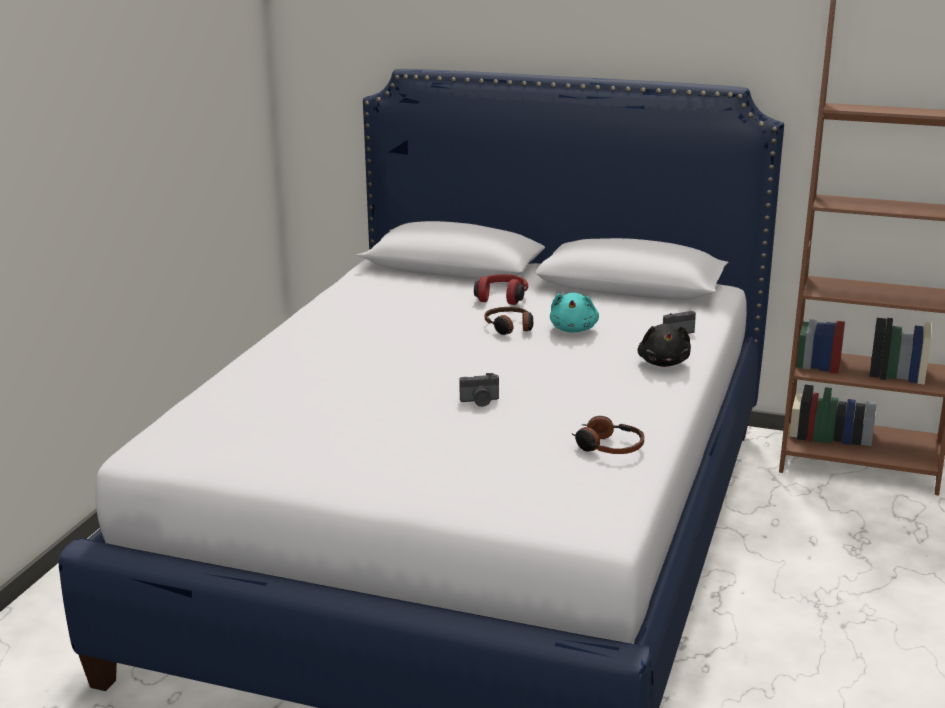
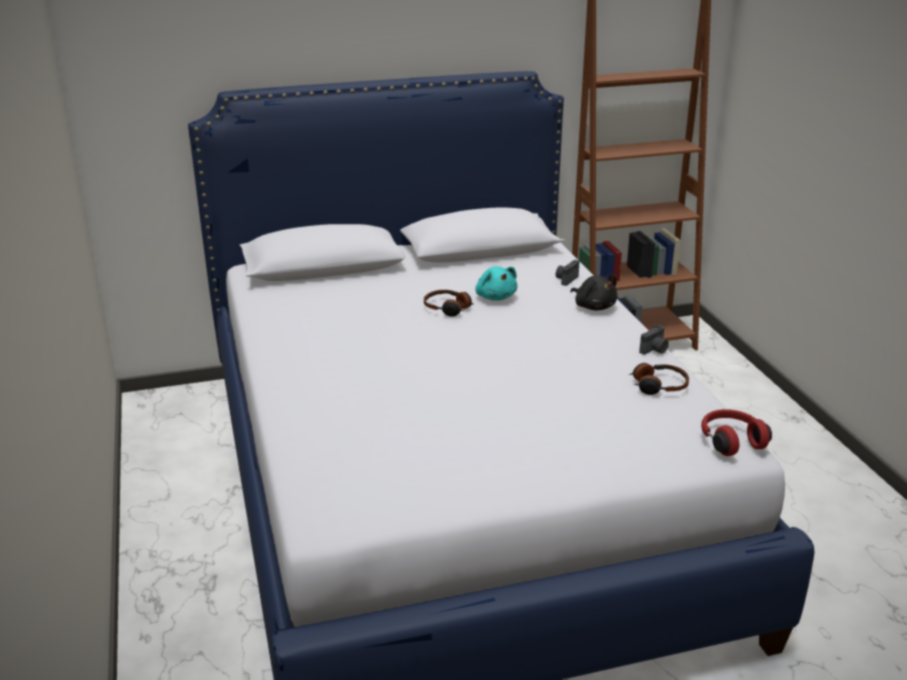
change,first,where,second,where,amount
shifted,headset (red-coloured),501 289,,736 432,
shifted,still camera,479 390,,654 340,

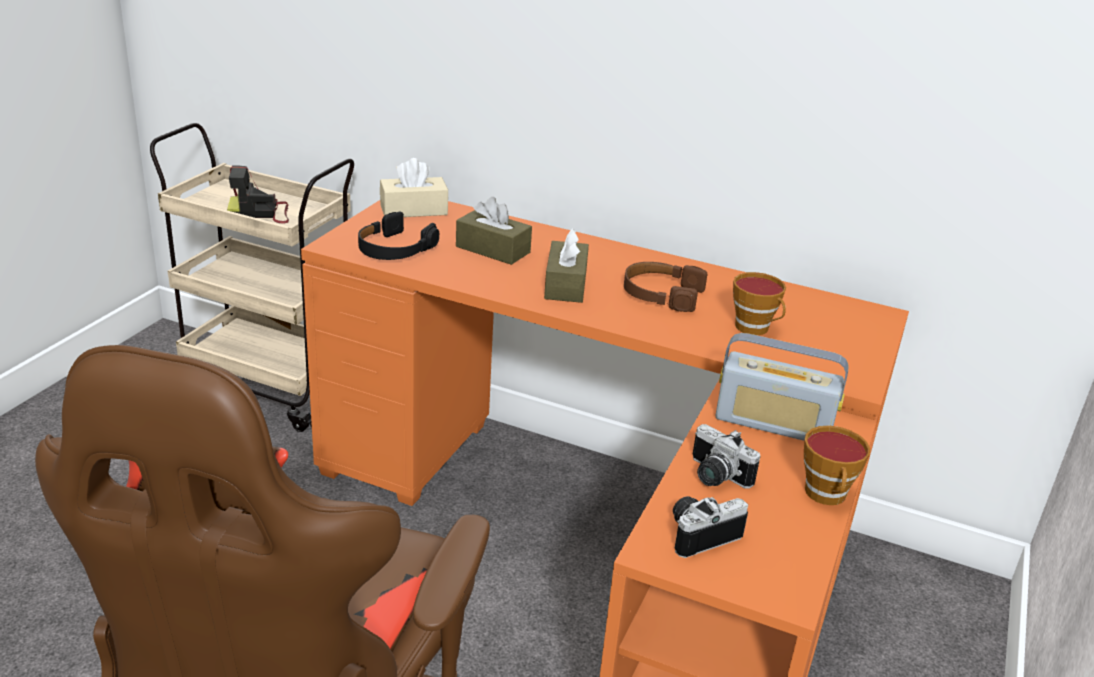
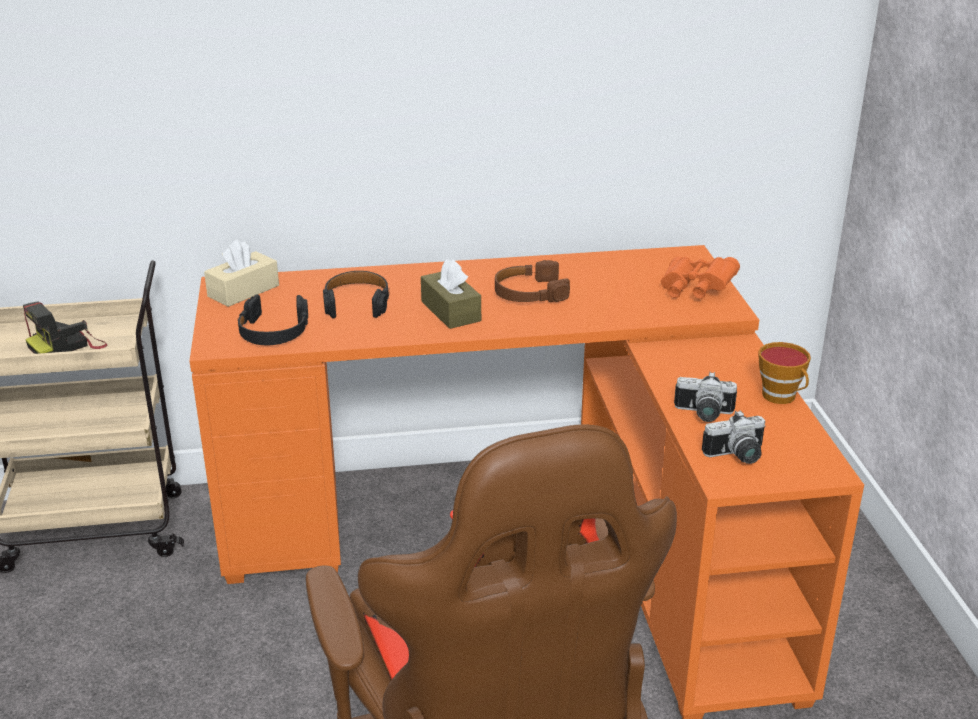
change,first,where,second,where,amount
swapped,tissue holder (brown-coloured),494 231,headset (blackish),356 294,
gone,small cup,759 303,,,
gone,radio,782 387,,,
rotated,still camera,710 527,,733 437,135 degrees counterclockwise
new,,,pair of binoculars (orange-coloured),700 278,

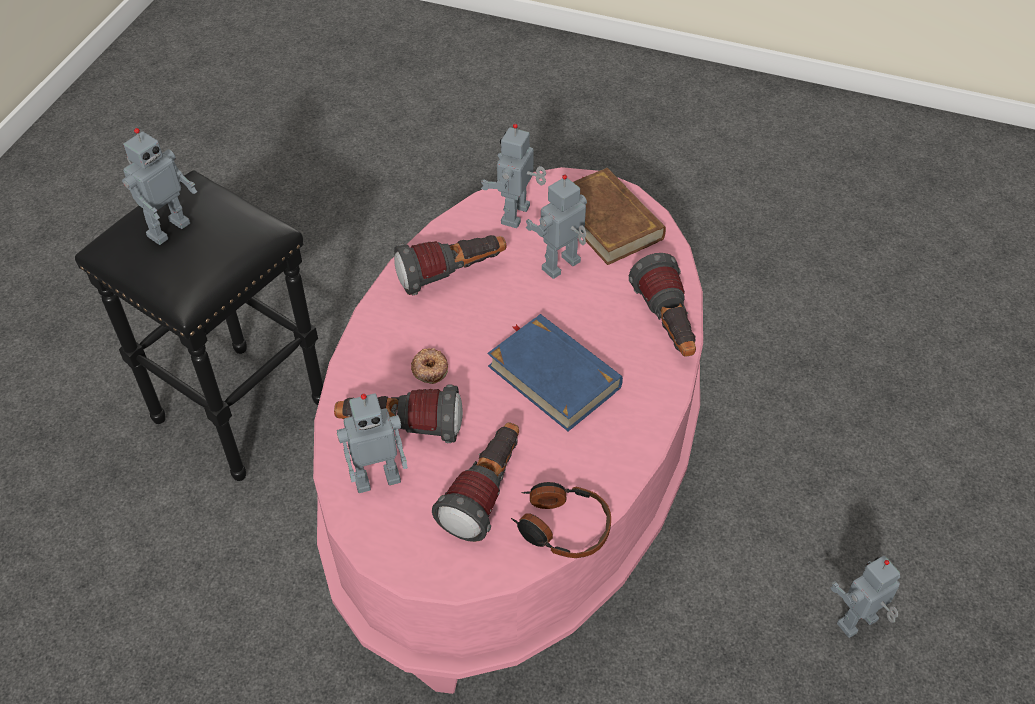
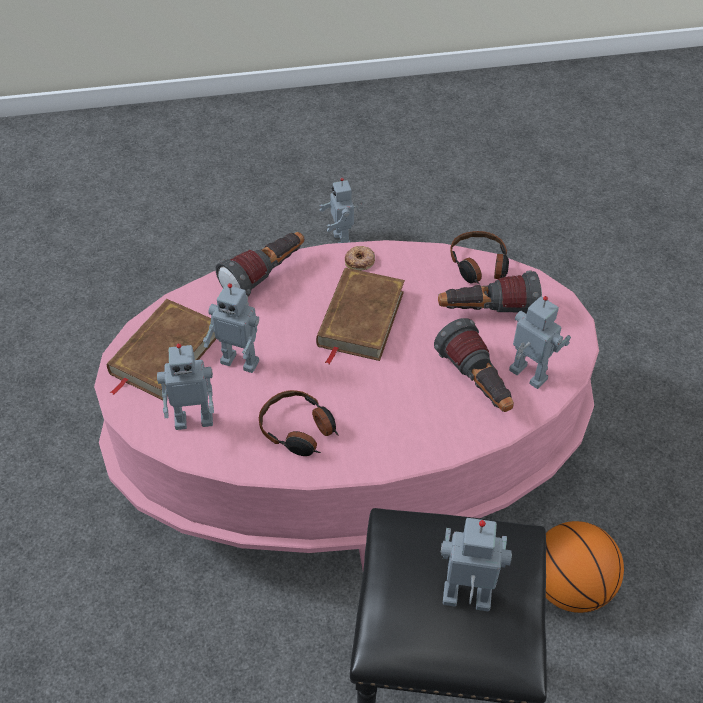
change,first,where,second,where,amount
swapped,hand torch,450 265,headset,298 423,
repainted,book (blue),555 372,book (brown-coloured),360 316,
shifted,doughnut,429 366,,360 258,
rotated,toy robot,865 597,,341 210,45 degrees clockwise
new,,,basketball,585 567,

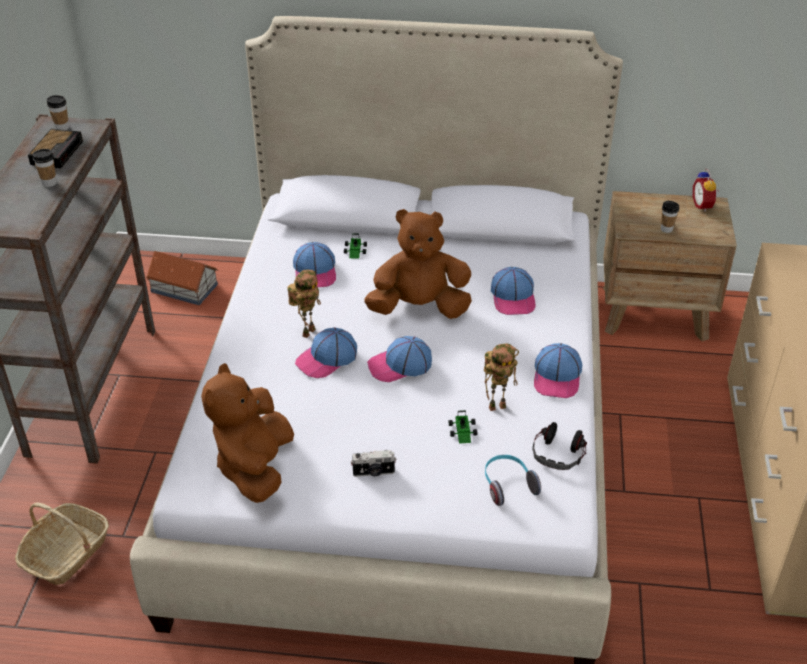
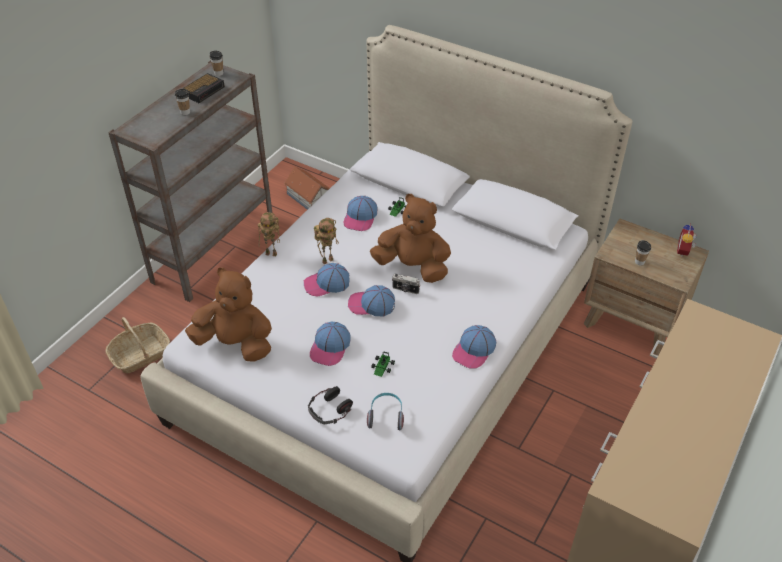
change,first,where,second,where,amount
shifted,peaked cap,513 291,,330 344,
shifted,toy robot,501 377,,269 234,
rotated,plush toy (brown-coloured),247 433,,228 314,75 degrees clockwise
shifted,headset,559 446,,330 405,
shifted,still camera,373 463,,406 284,

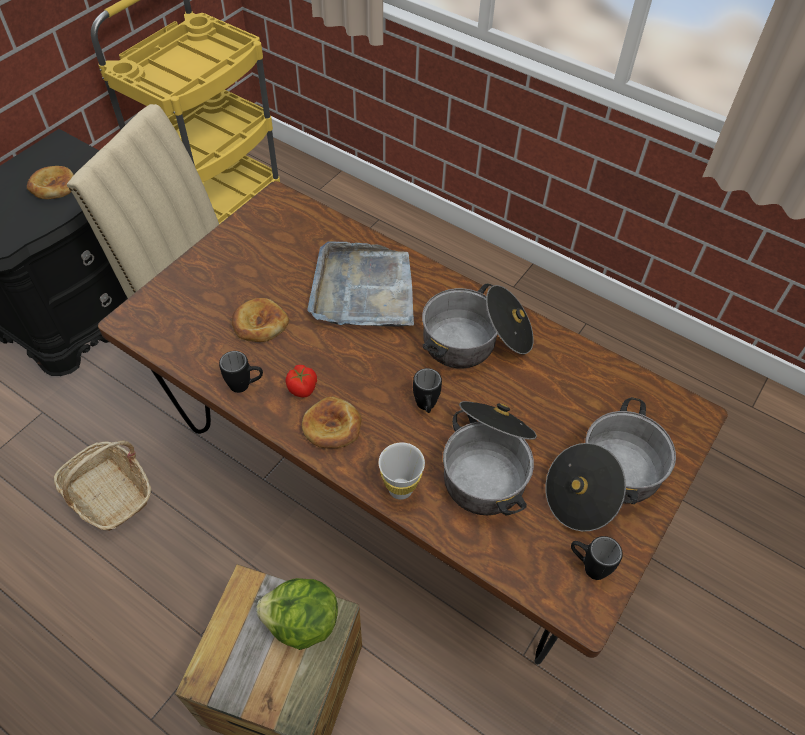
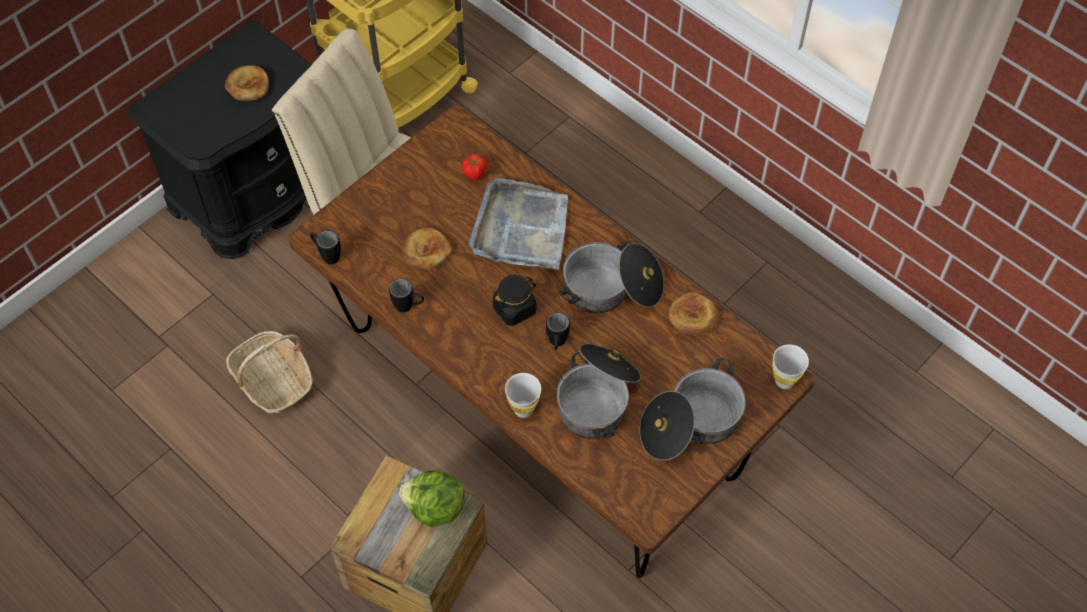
change,first,where,second,where,amount
shifted,whole tomato,301 381,,474 167,
shifted,bread,332 422,,693 313,
shifted,mug (blackish),597 558,,325 247,
new,,,storage jar (blackish),515 300,
new,,,small cup (whitish),790 366,

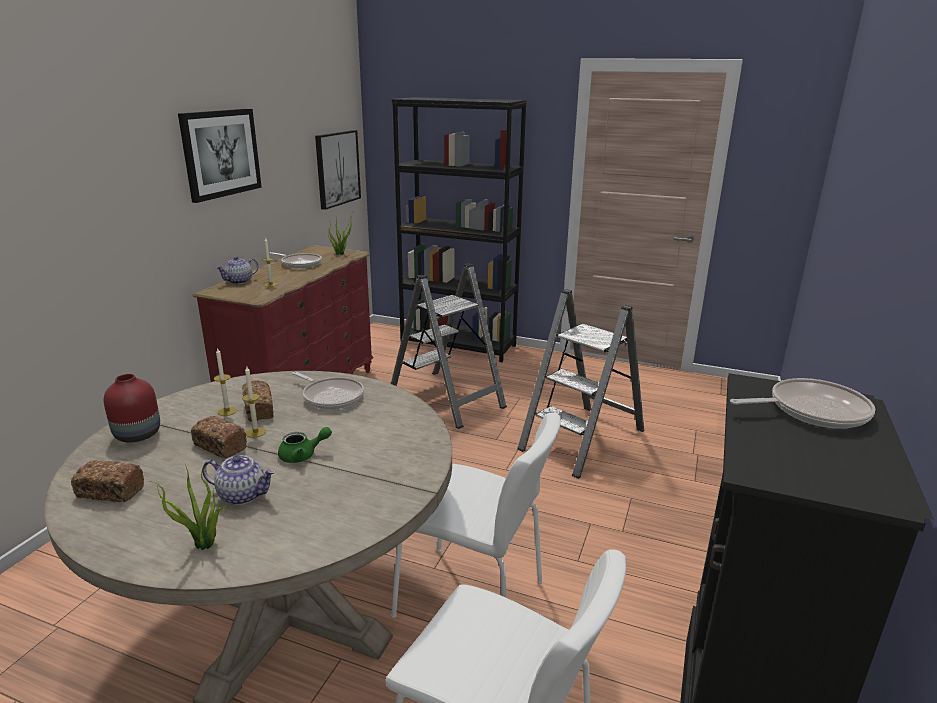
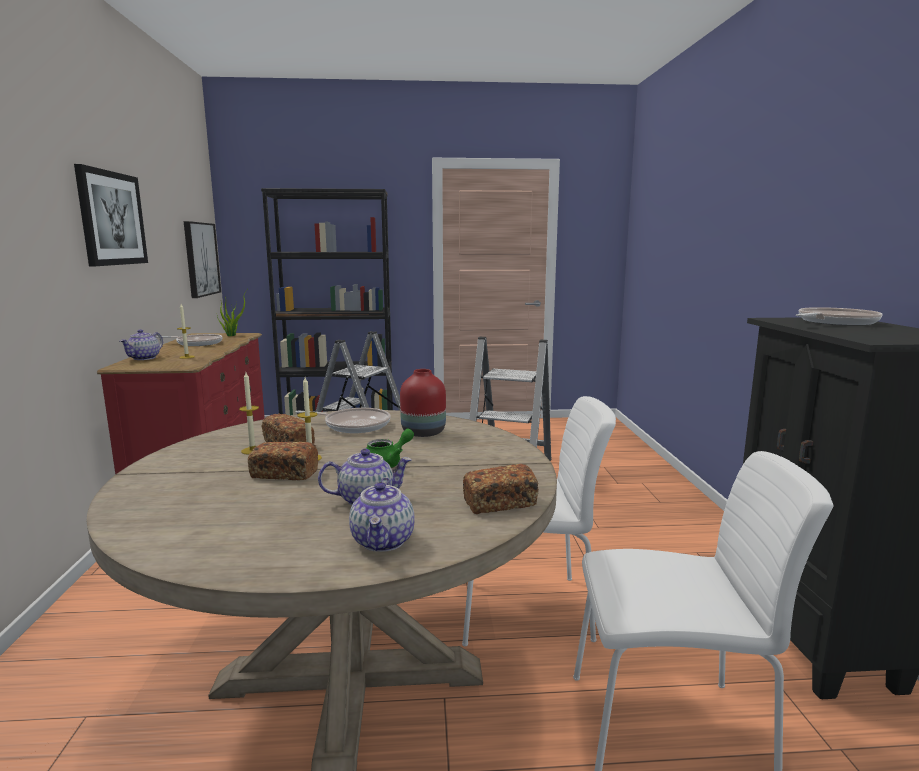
change,first,where,second,where,amount
shifted,decorative vase (red-coloured),132 408,,423 403,
shifted,bread,107 481,,501 489,
swapped,houseplant,188 506,pot for tea,382 515,

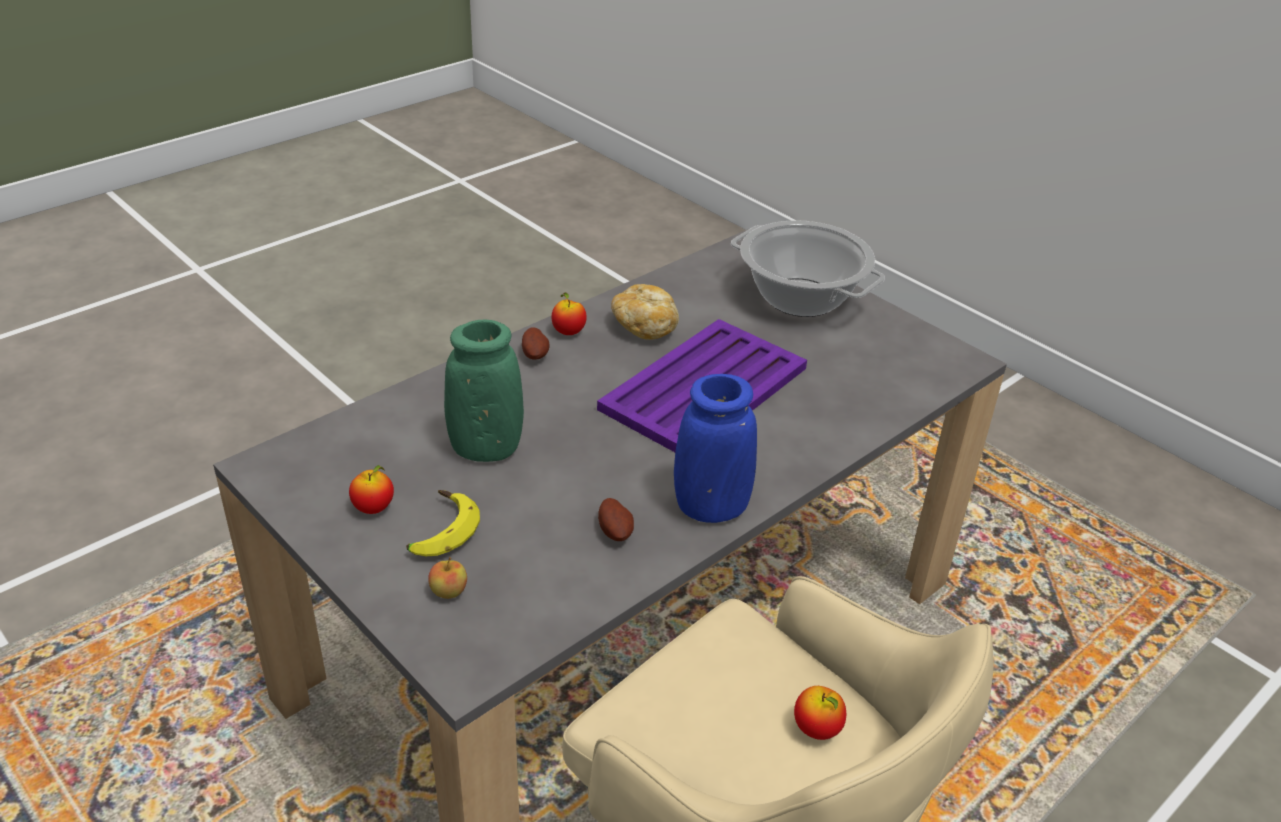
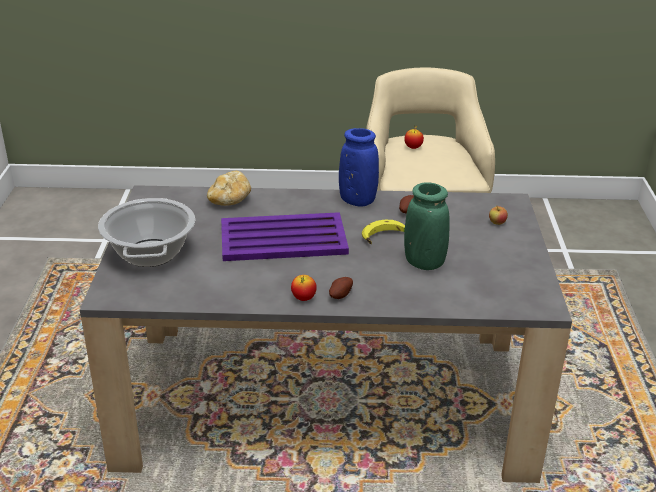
change,first,where,second,where,amount
shifted,bread,645 312,,229 188,
gone,apple fruit,371 489,,,
shifted,whole banana,443 523,,383 232,

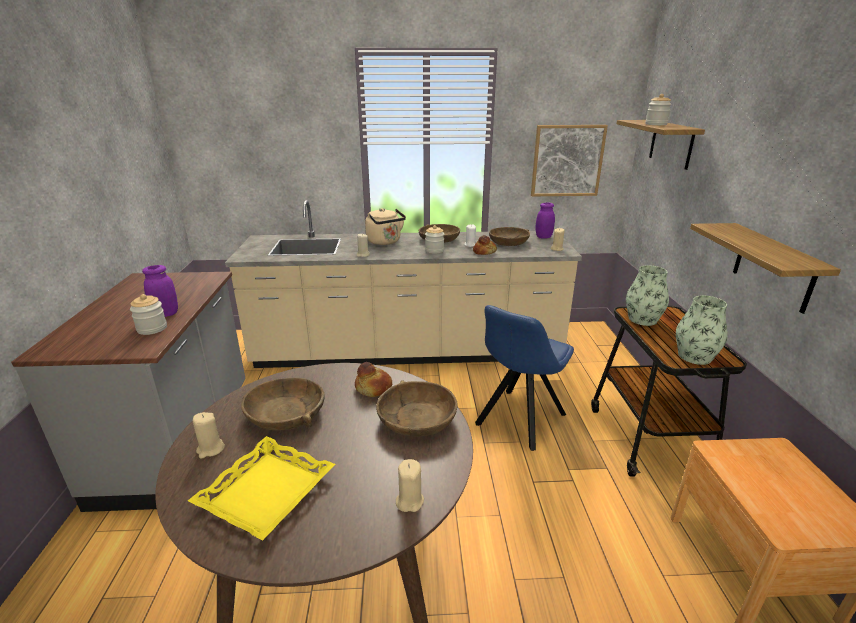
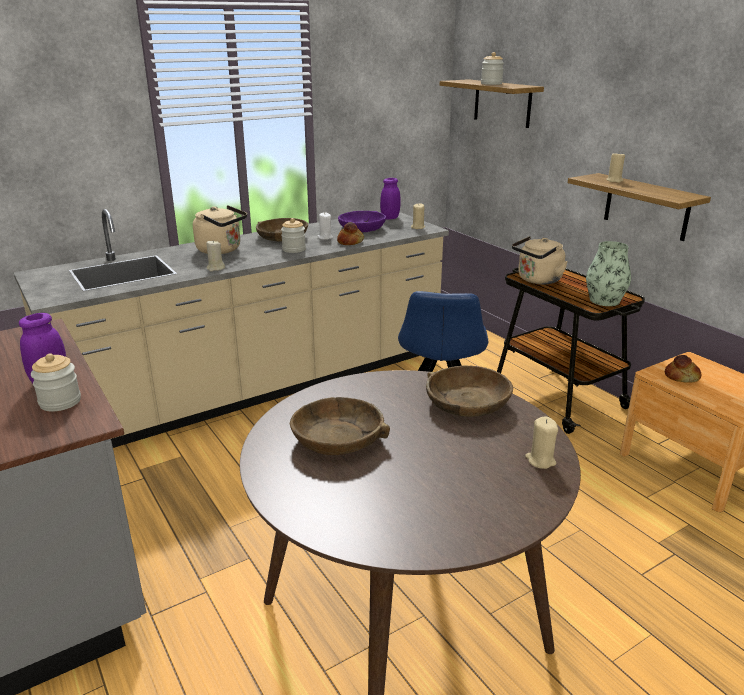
change,first,where,second,where,amount
gone,picture,569 160,,,
repainted,serving bowl (brown-coloured),509 236,serving bowl (purplish),362 221,
swapped,decorative vase,647 295,water kettle (sand-coloured),540 260,
shifted,bread,373 379,,683 369,
shifted,wax candle (sand-coloured),209 435,,615 168,
gone,carrying tray (yellow),261 488,,,

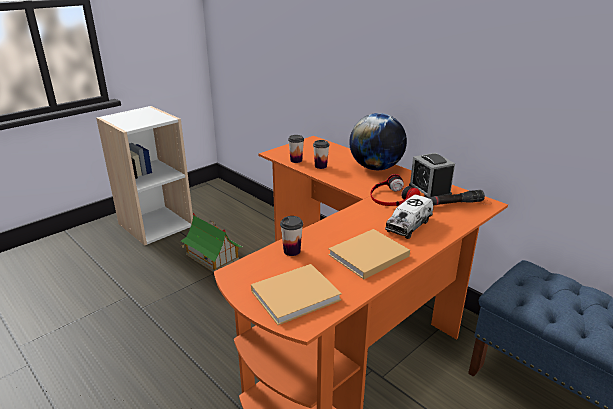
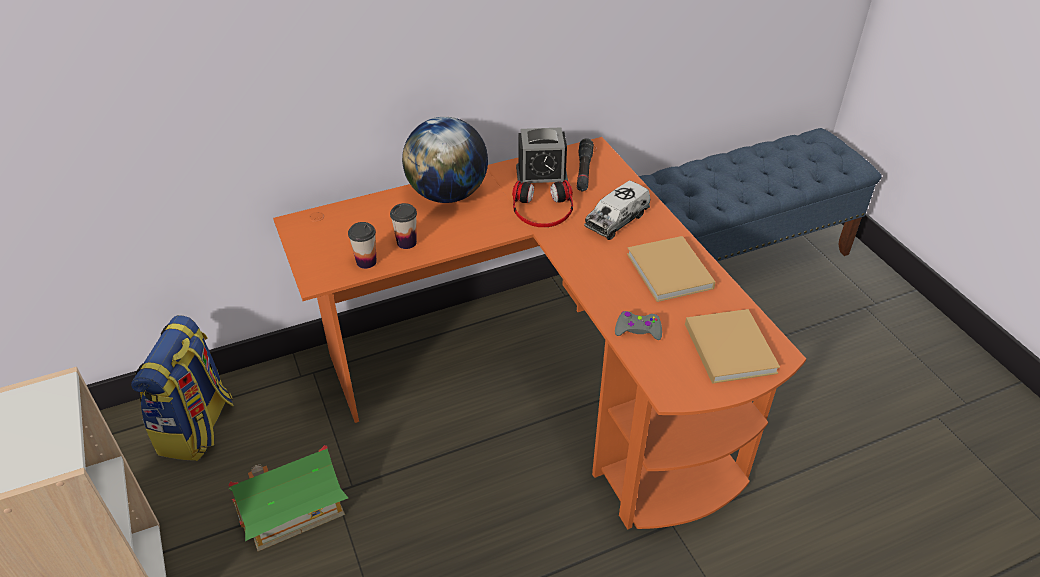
change,first,where,second,where,amount
rotated,toy truck,409 216,,617 210,75 degrees clockwise
swapped,small cup,291 236,game controller (gray),638 325,
new,,,rucksack,182 388,

